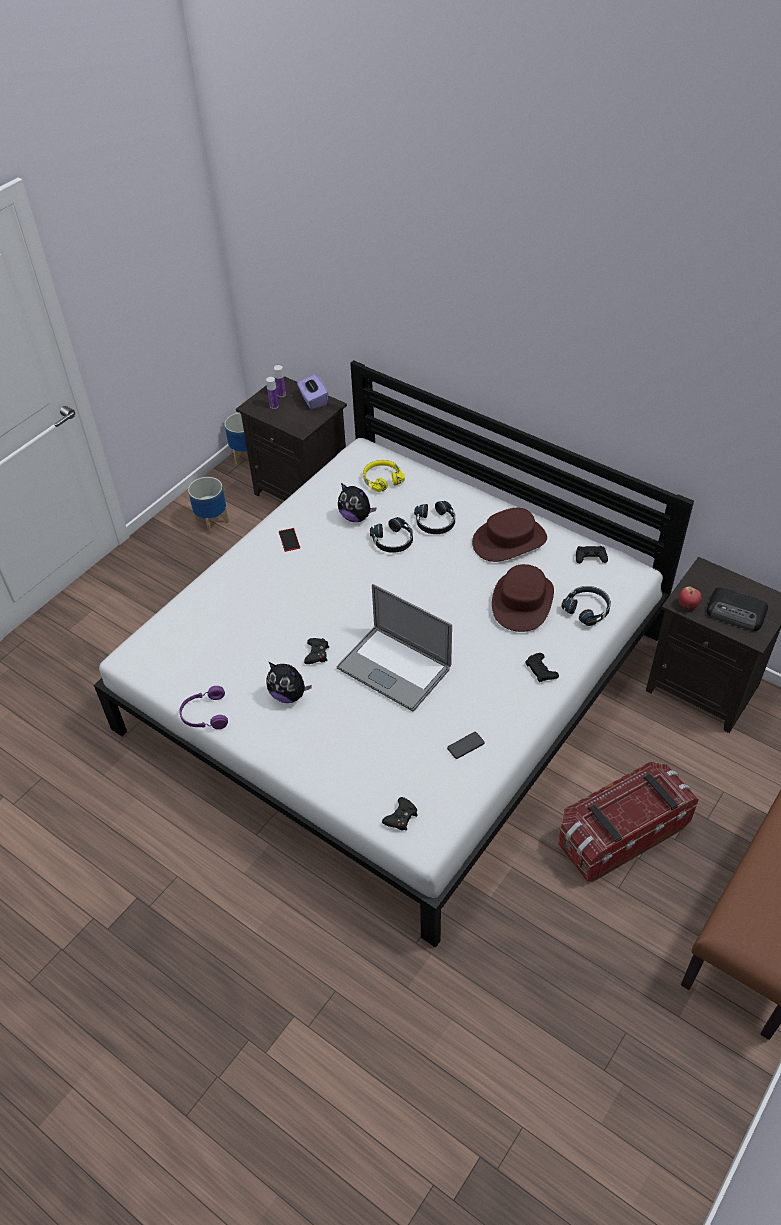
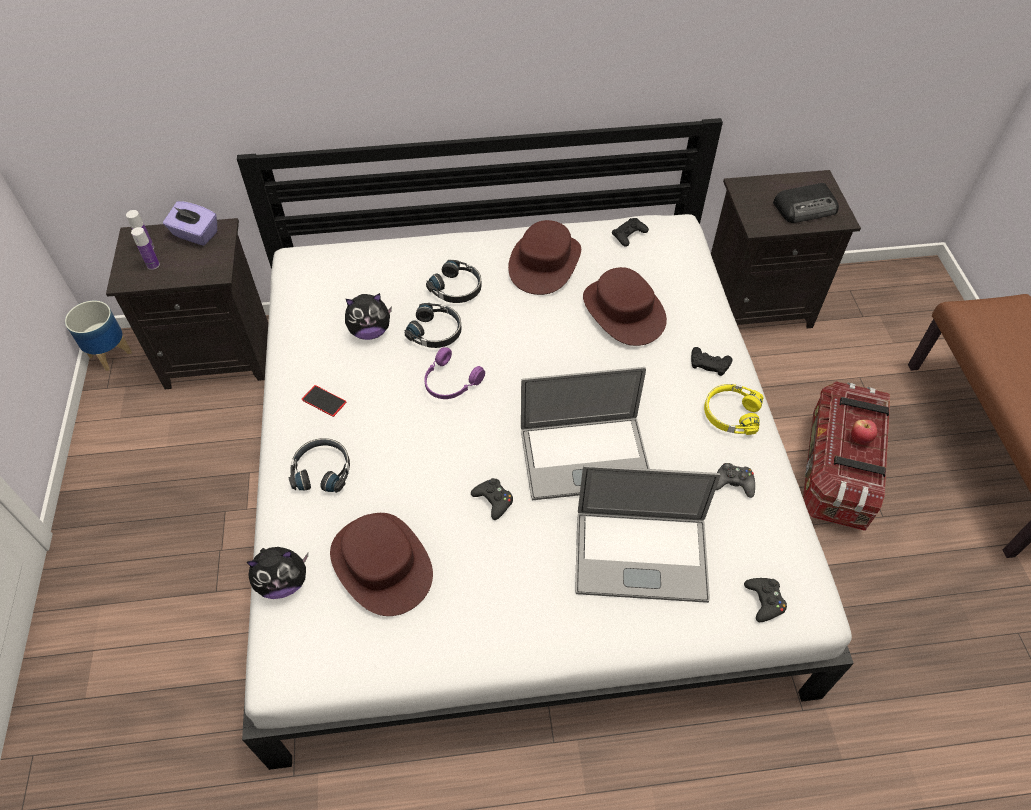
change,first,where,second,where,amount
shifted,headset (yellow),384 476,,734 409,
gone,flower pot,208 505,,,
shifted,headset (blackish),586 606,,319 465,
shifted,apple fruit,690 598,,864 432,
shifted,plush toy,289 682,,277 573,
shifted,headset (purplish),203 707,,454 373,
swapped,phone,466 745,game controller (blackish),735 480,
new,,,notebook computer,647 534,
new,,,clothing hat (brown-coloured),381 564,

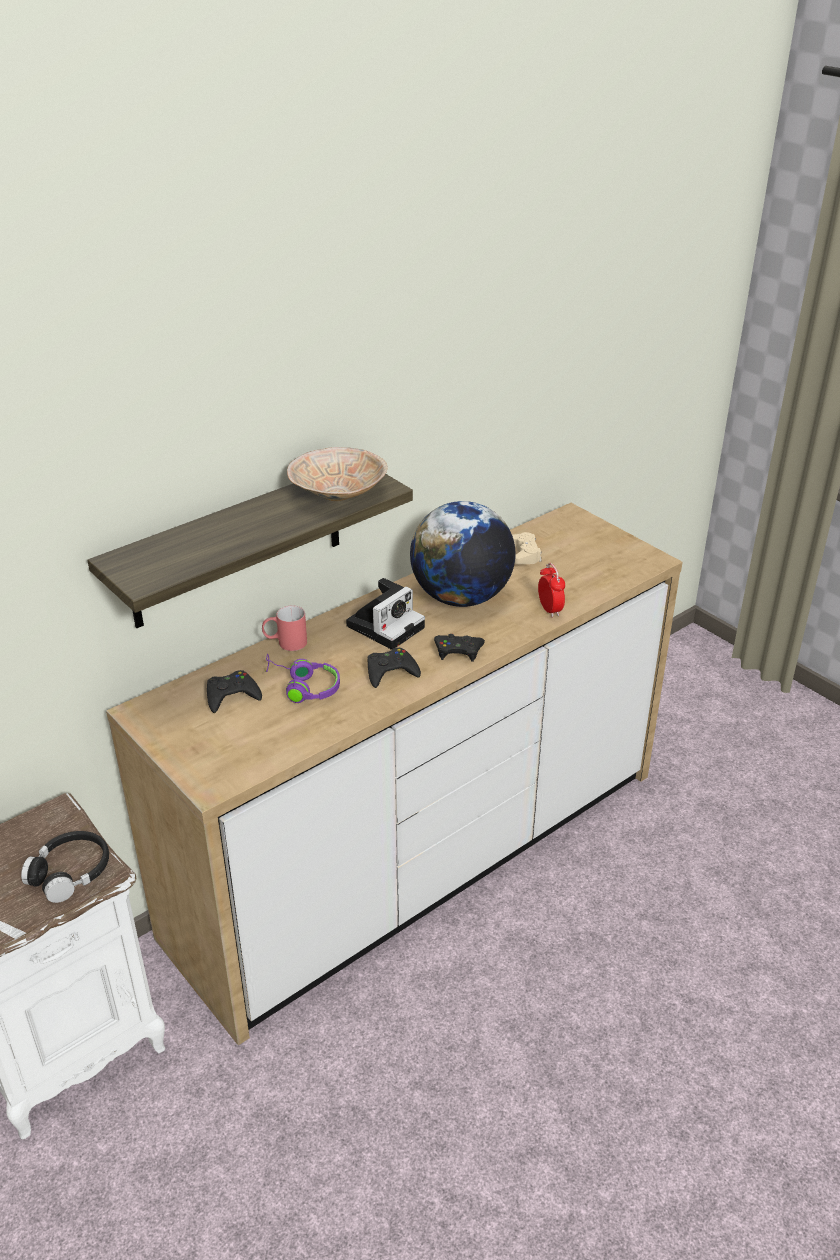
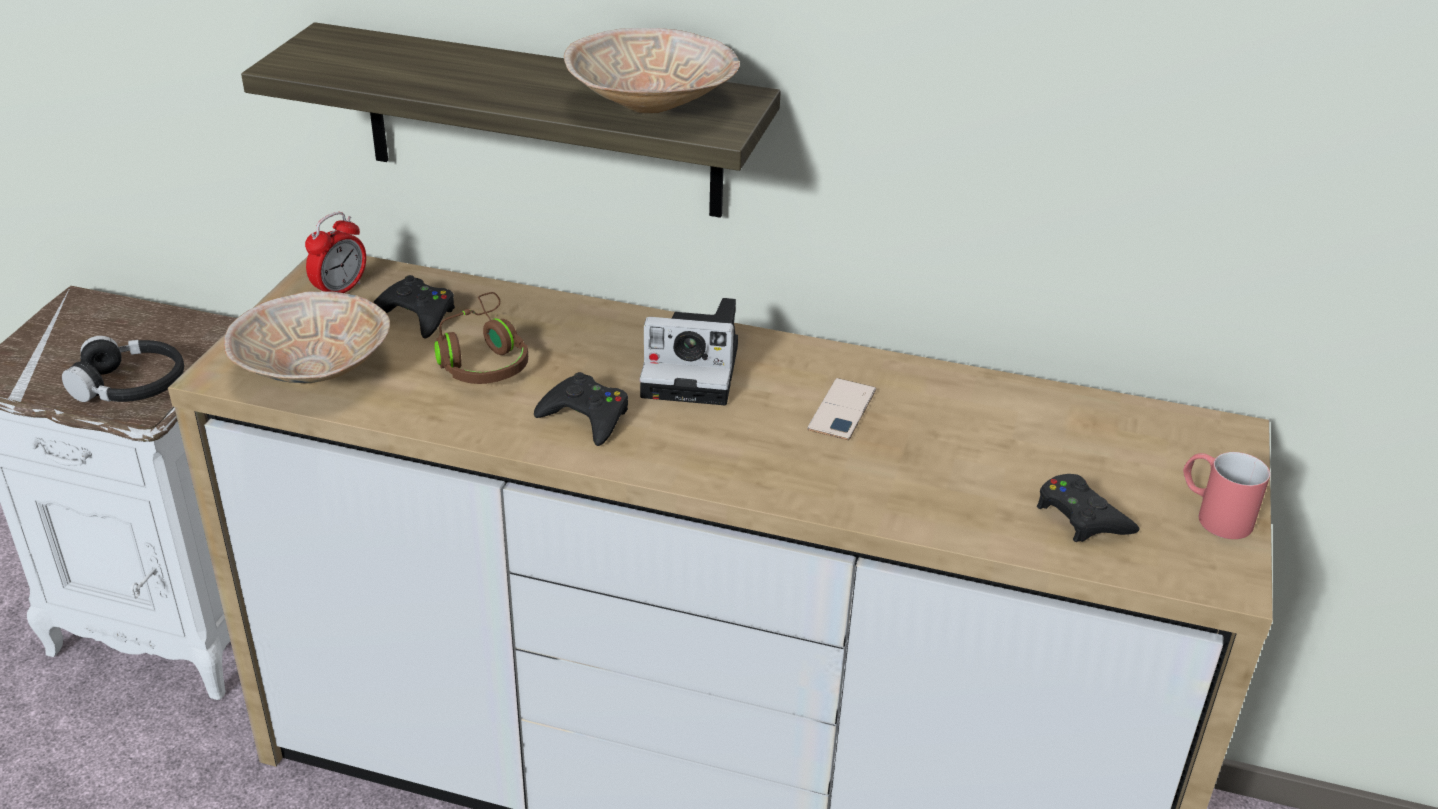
change,first,where,second,where,amount
swapped,globe,462 554,phone,841 409,
gone,game controller (sand-coloured),526 548,,,
shifted,table clock,551 590,,335 252,
shifted,mug (red-coloured),284 628,,1226 495,
shifted,game controller (blackish),459 648,,1088 508,
repainted,headset (purplish),302 678,headset (brown-coloured),481 338,
new,,,serving bowl (sand-coloured),307 337,

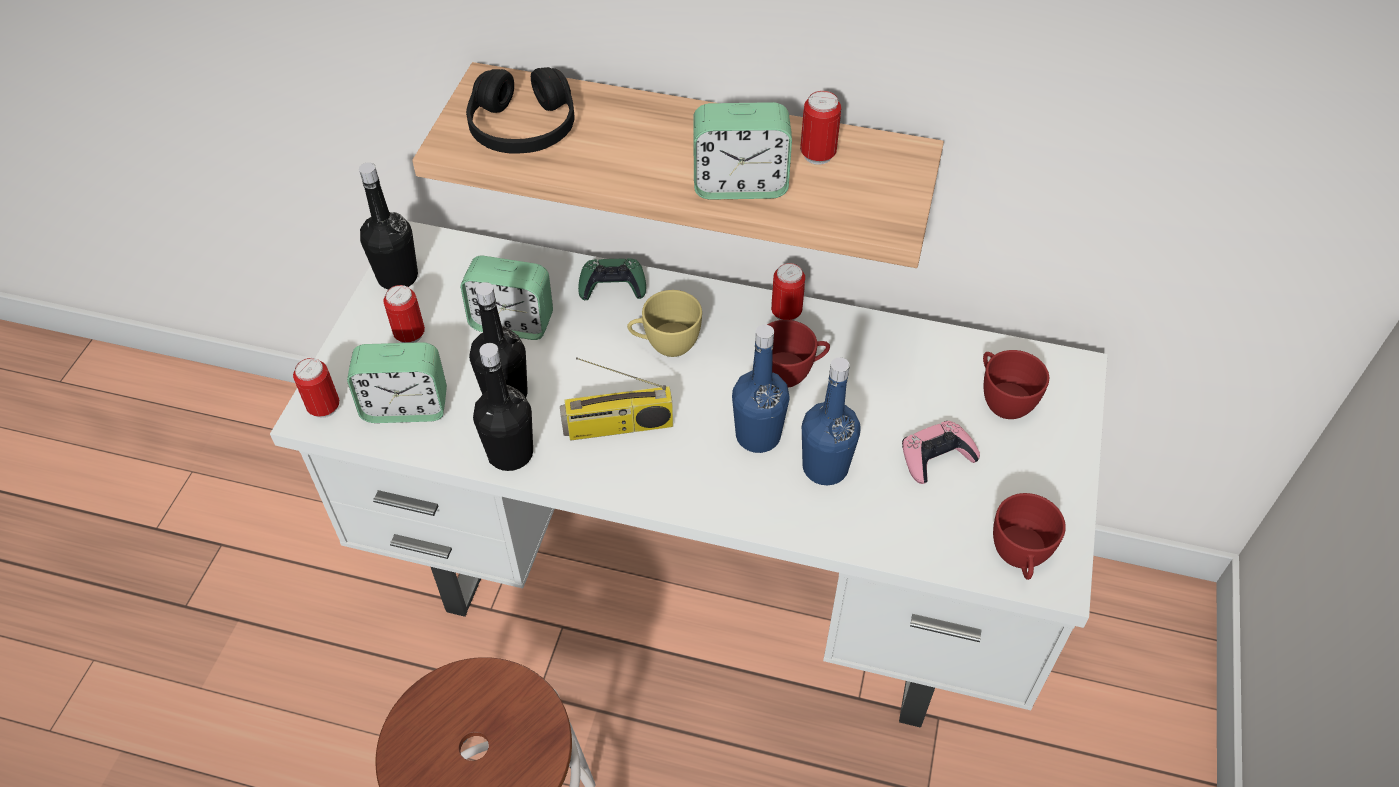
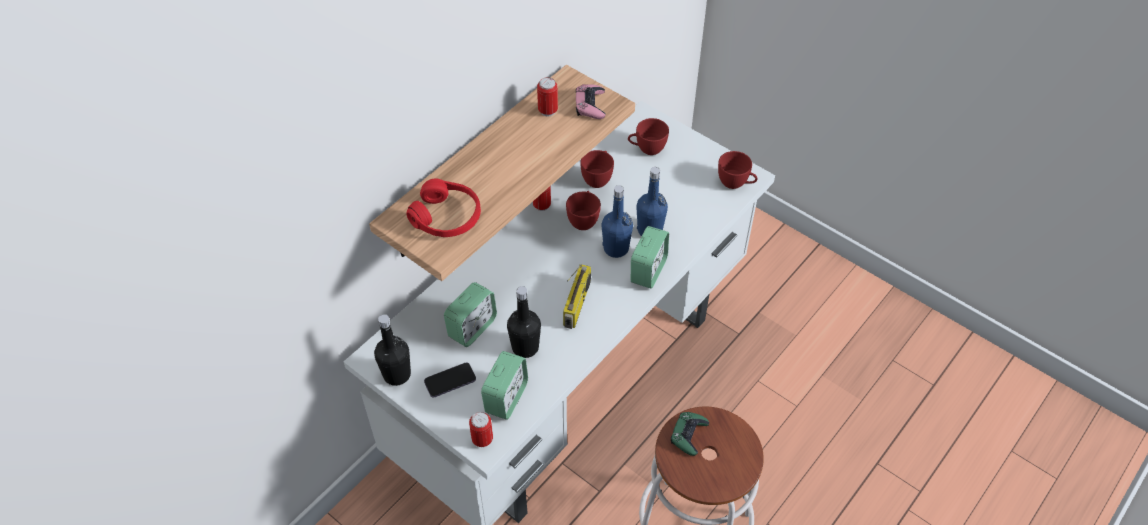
change,first,where,second,where,amount
repainted,headset (blackish),520 110,headset (red-coloured),444 208,
shifted,table clock,742 151,,650 257,
shifted,game controller (green),612 279,,690 434,
swapped,can,404 314,phone,450 380,
gone,small cup (yellow),664 323,,,
gone,bottle (blackish),503 407,,,
shifted,game controller (pink-coloured),941 452,,591 101,
new,,,small cup (red-coloured),597 169,

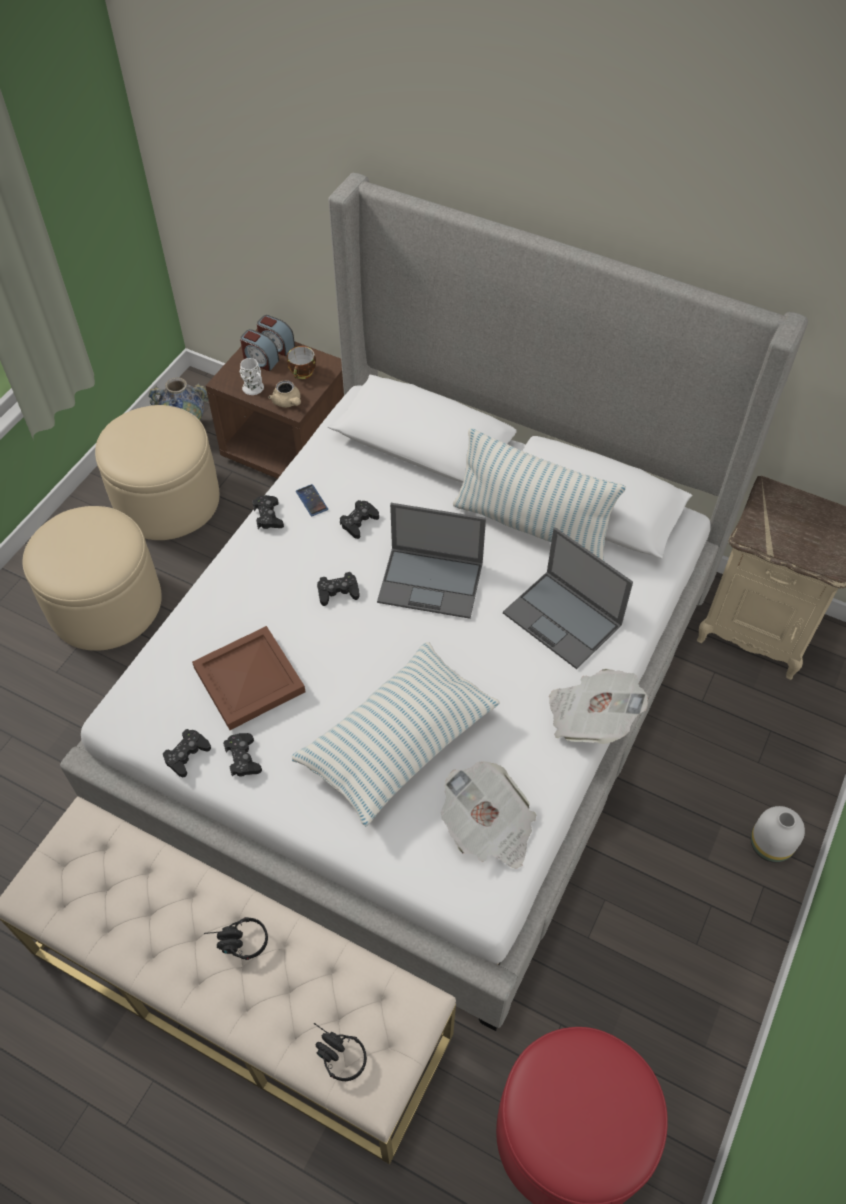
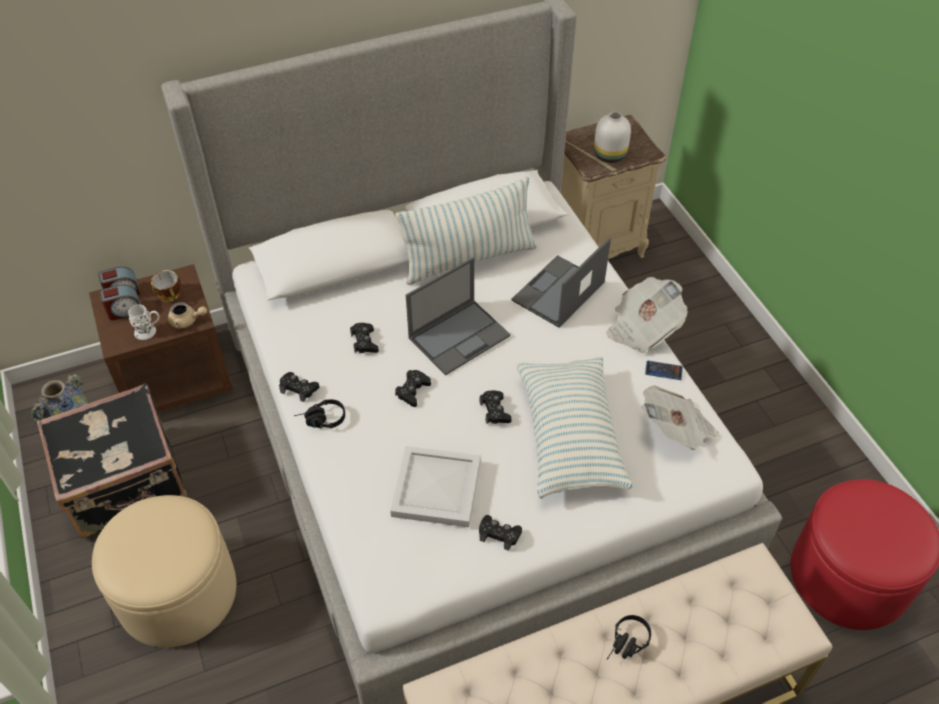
change,first,where,second,where,amount
swapped,ottoman (sand-coloured),157 472,suitcase (blackish),112 460,
shifted,phone,312 500,,664 370,
rotated,notebook computer,568 598,,561 283,135 degrees clockwise
repainted,carrying tray (brown-coloured),249 678,carrying tray (whitish),435 486,
shifted,game controller (blackish),187 753,,496 407,
shifted,decorative vase (whitish),778 834,,612 137,
shifted,headset (blackish),340 1052,,319 413,

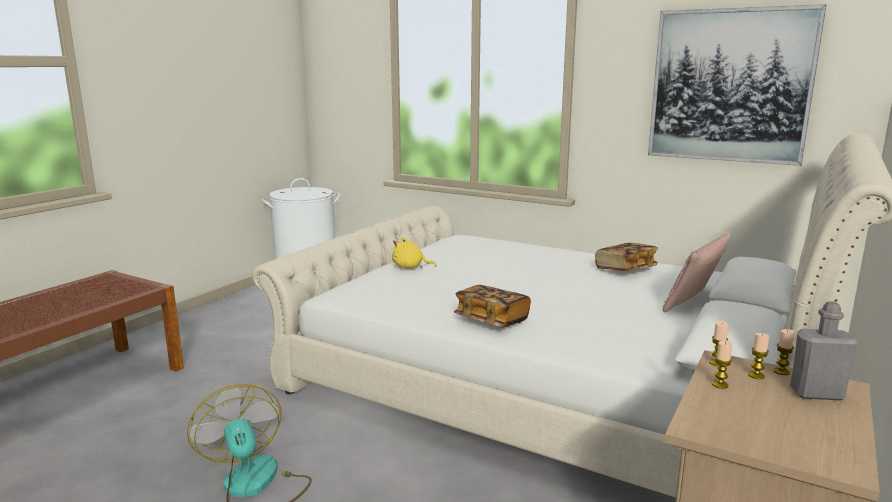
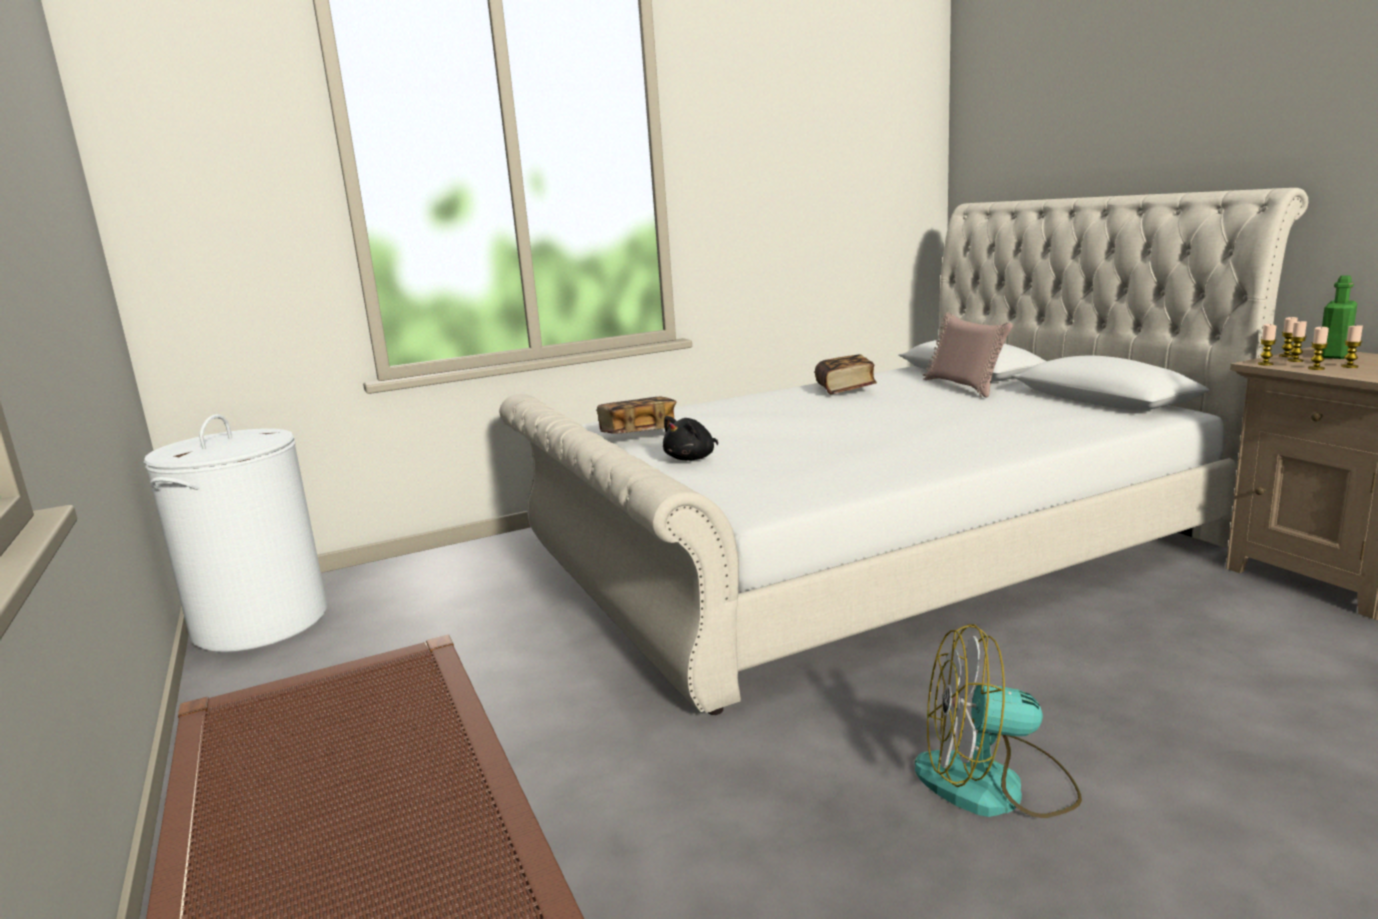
change,first,where,second,where,amount
gone,picture,737 85,,,
repainted,plush toy (yellow),414 253,plush toy (blackish),690 438,
shifted,book,492 306,,636 415,
repainted,bottle (gray),823 350,bottle (green),1339 317,
new,,,wax candle,1352 346,

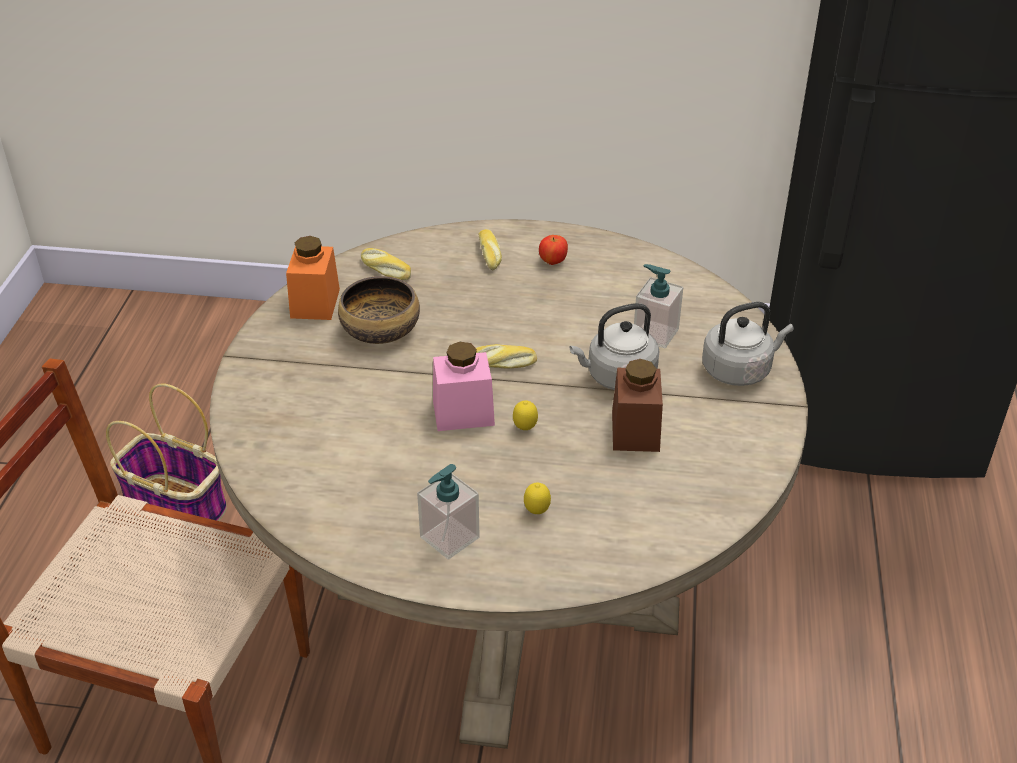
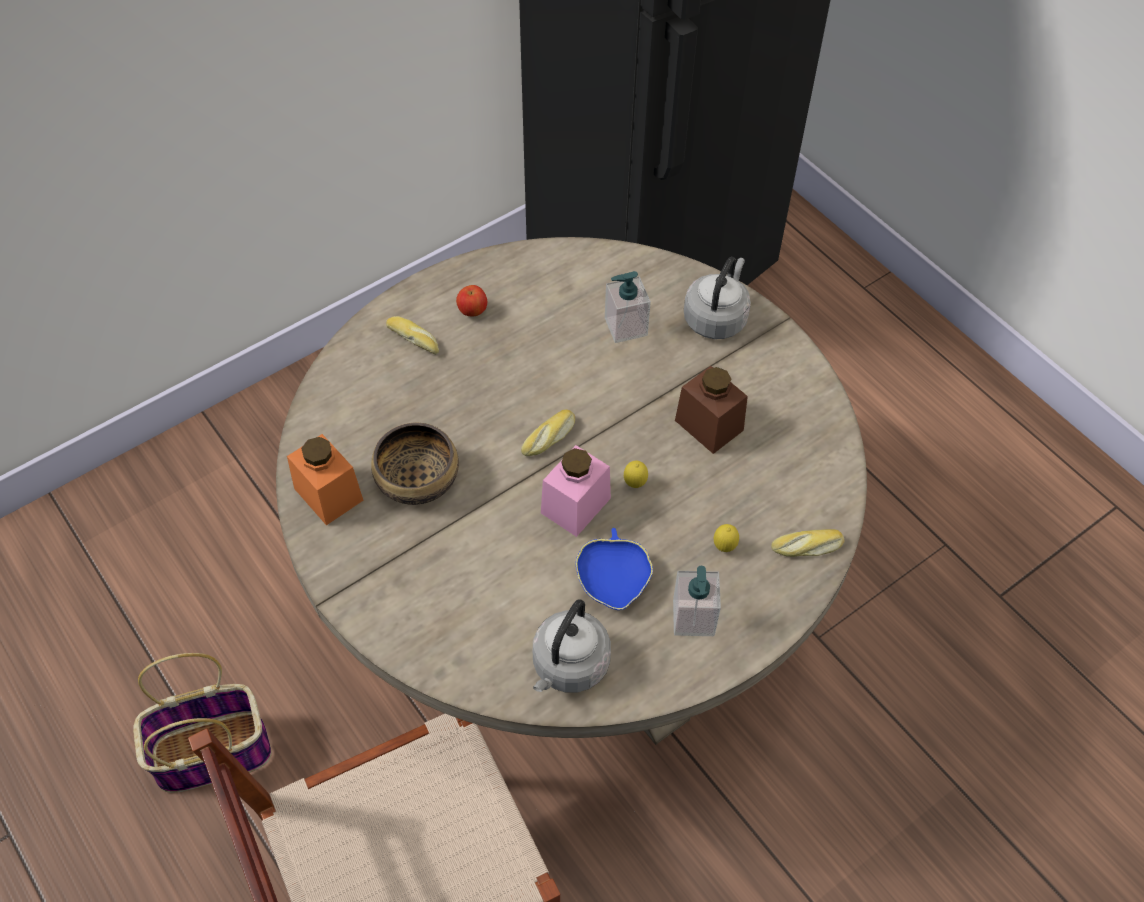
change,first,where,second,where,amount
shifted,bread,386 264,,807 543,
shifted,water kettle (gray),614 346,,572 645,
new,,,serving bowl (blue),614 569,

